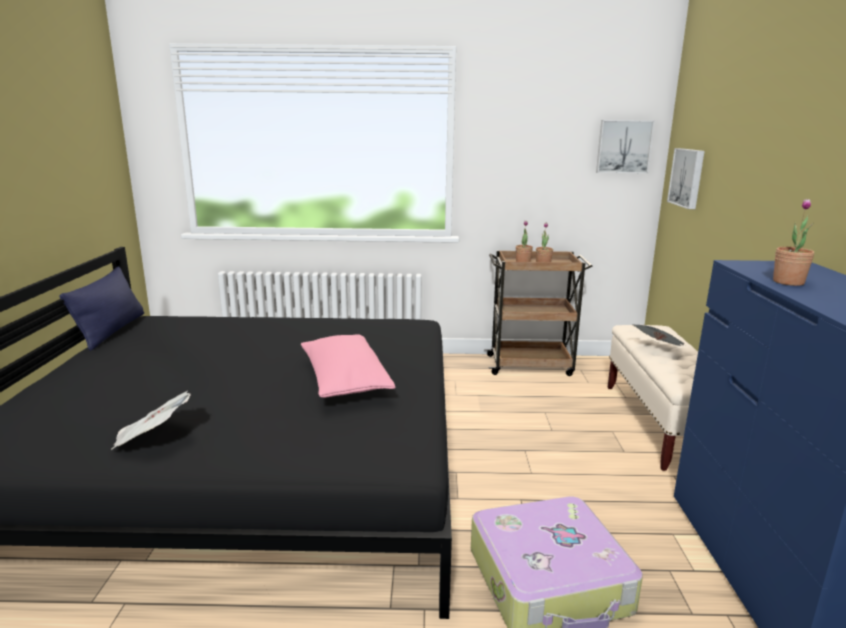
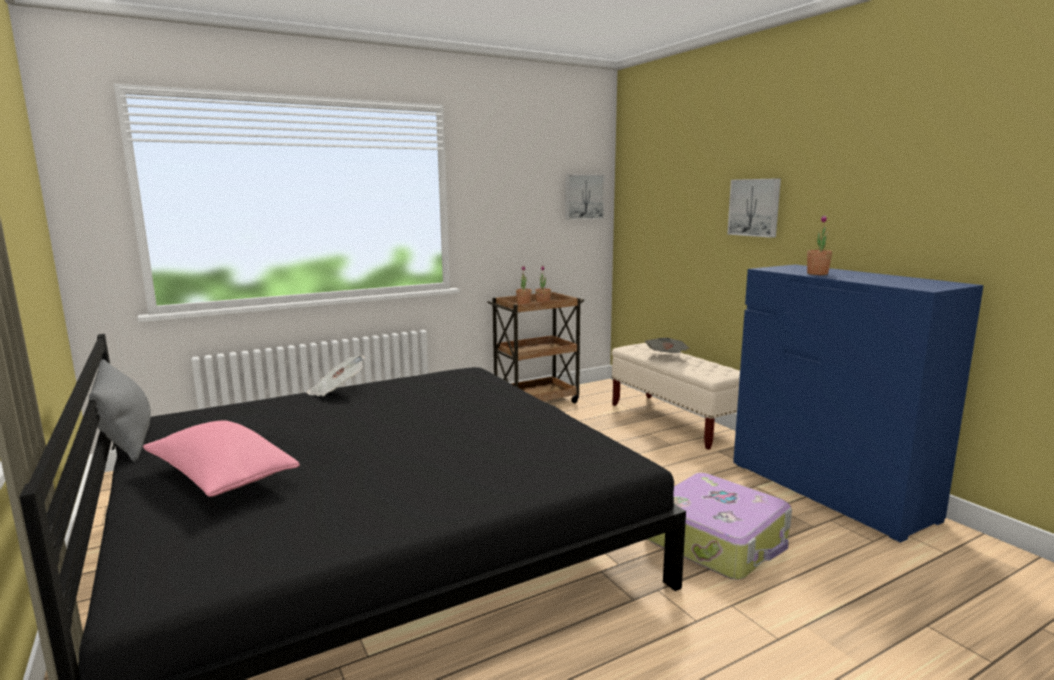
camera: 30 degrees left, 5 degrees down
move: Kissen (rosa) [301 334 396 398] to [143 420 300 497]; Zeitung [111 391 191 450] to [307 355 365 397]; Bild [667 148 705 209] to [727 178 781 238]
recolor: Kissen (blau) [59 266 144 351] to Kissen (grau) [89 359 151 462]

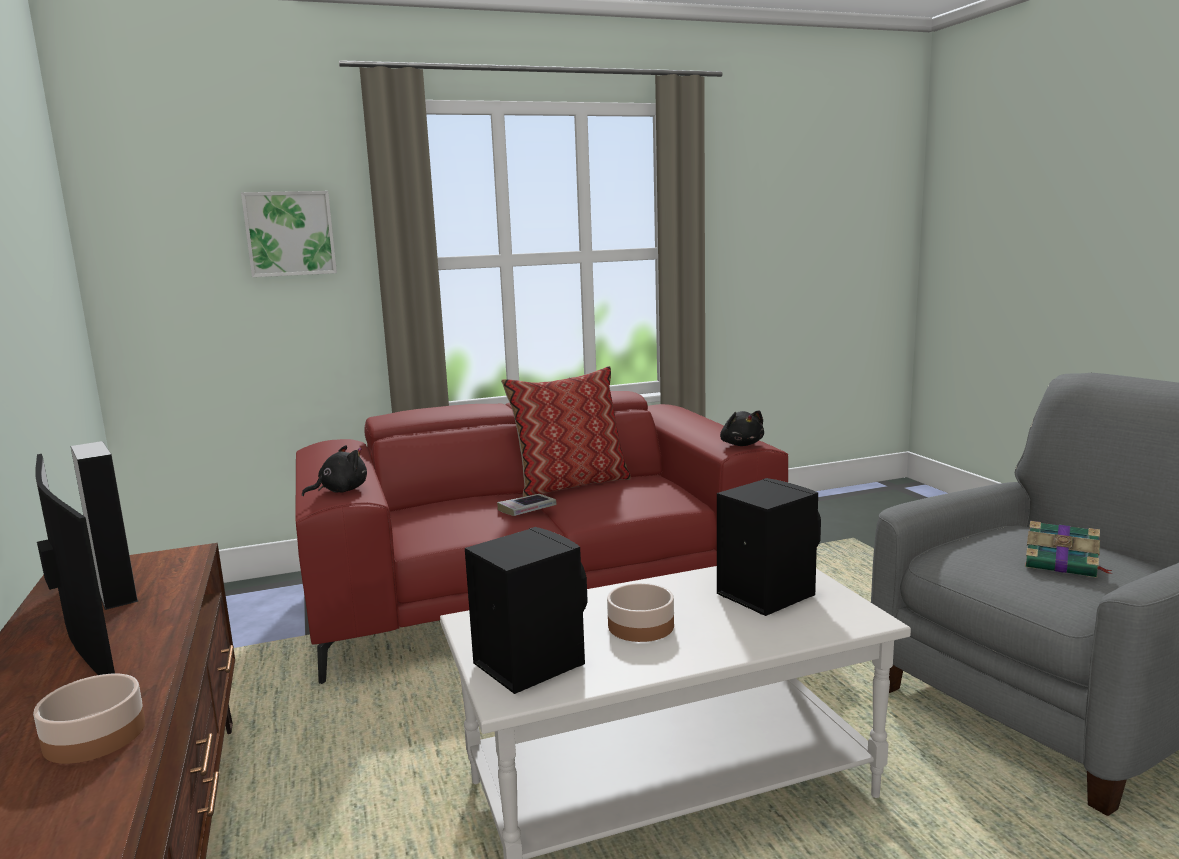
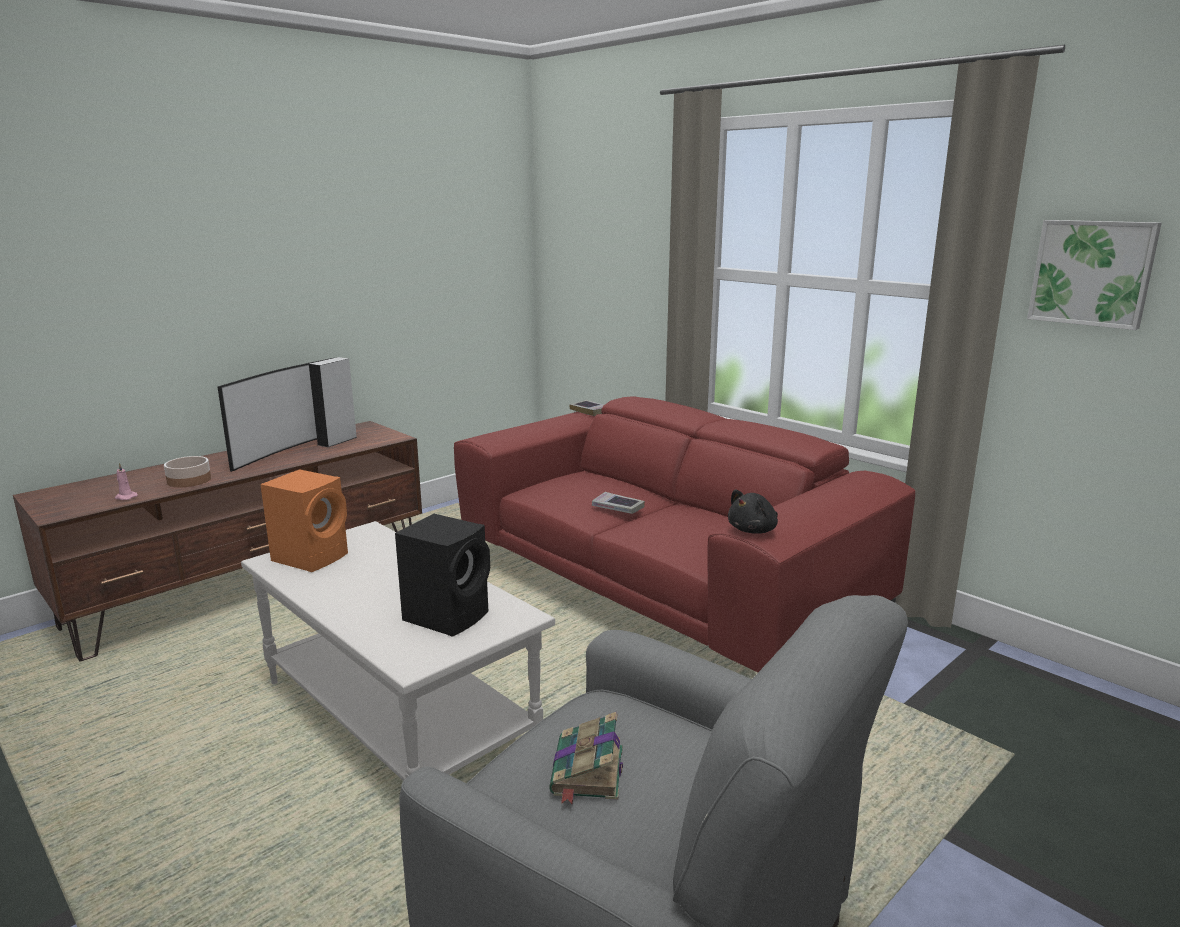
camera: 65 degrees right, 5 degrees up
delete: Plüschtier (schwarz) [302 445 367 496]; Kissen [501 366 631 497]; Schüssel [607 583 674 642]
insert: Kerze (rosa) [115 463 138 500]; Buch [569 400 604 416]
move: Bild [241 191 337 277] to [1027 220 1162 330]
recolor: Lautsprecher (schwarz) [465 527 588 694] to Lautsprecher (orange) [260 469 348 572]

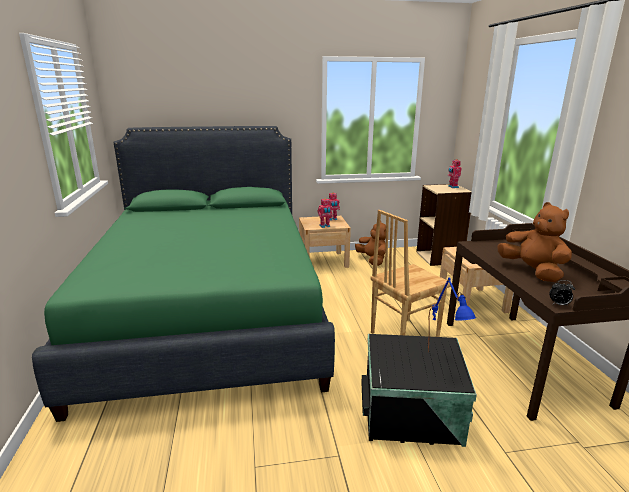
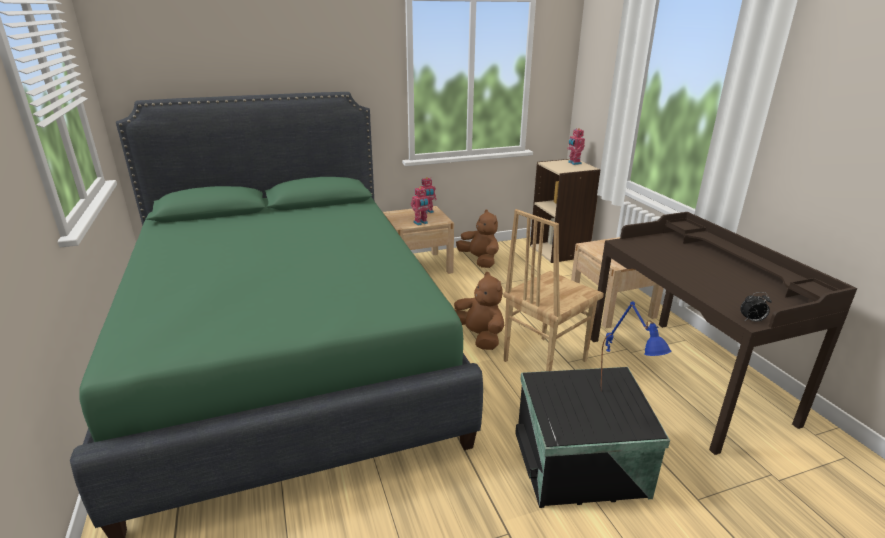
camera: 10 degrees left, 5 degrees up
move: Plüschtier (braun) [497 202 572 282] to [454 272 504 350]

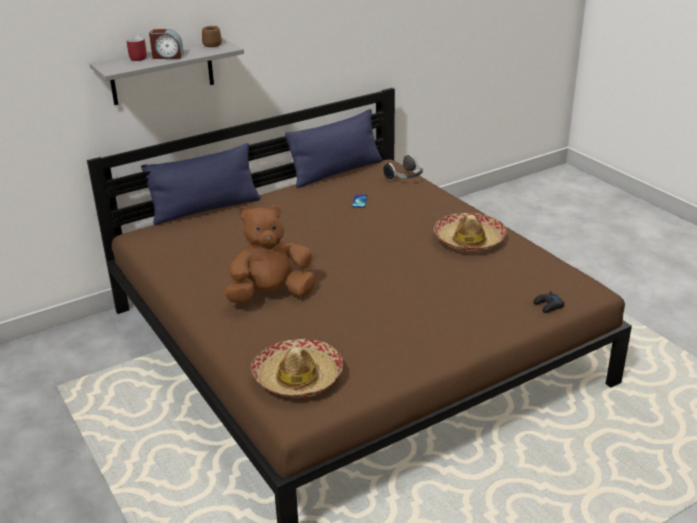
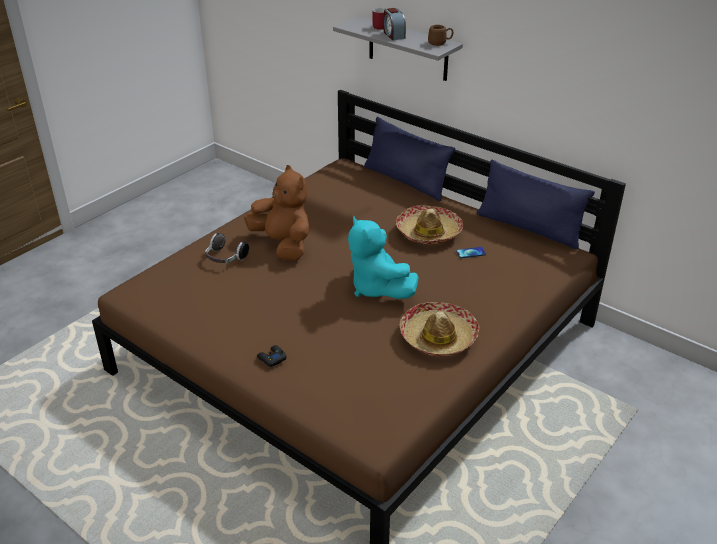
camera: 70 degrees right, 5 degrees up
insert: Plüschtier (türkis) [348 216 419 299]
move: Kopfhörer [383 155 423 180] to [205 233 249 263]; Gamepad (schwarz) [534 291 565 313] to [257 345 287 367]; Hut [251 339 343 398] to [396 205 463 244]

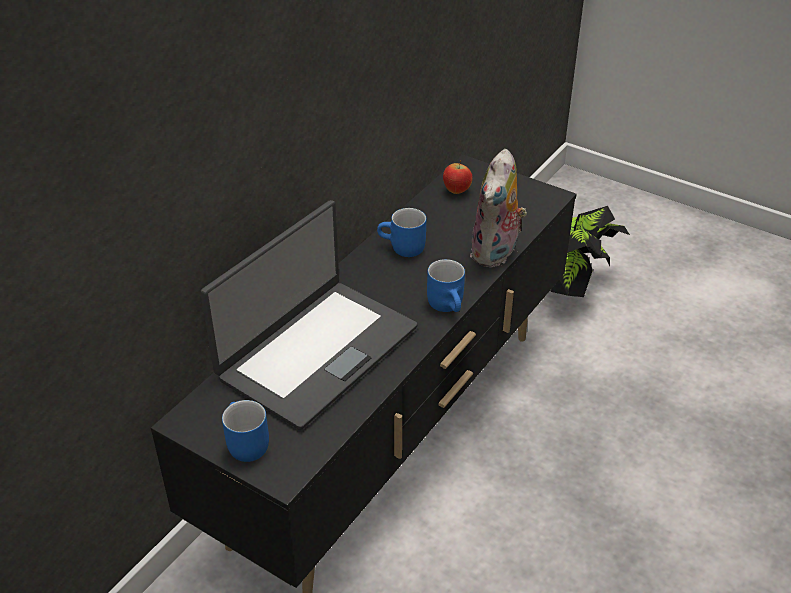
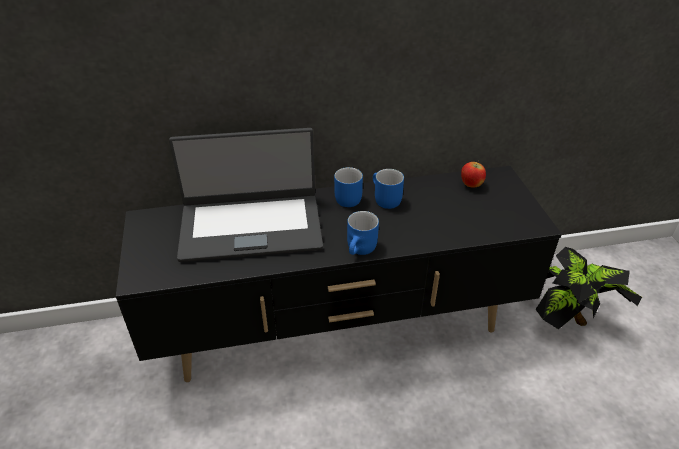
camera: 45 degrees right, 0 degrees up
delete: Plüschtier [470 149 527 268]
move: Henkelbecher (blau) [222 400 269 462] to [334 167 363 207]

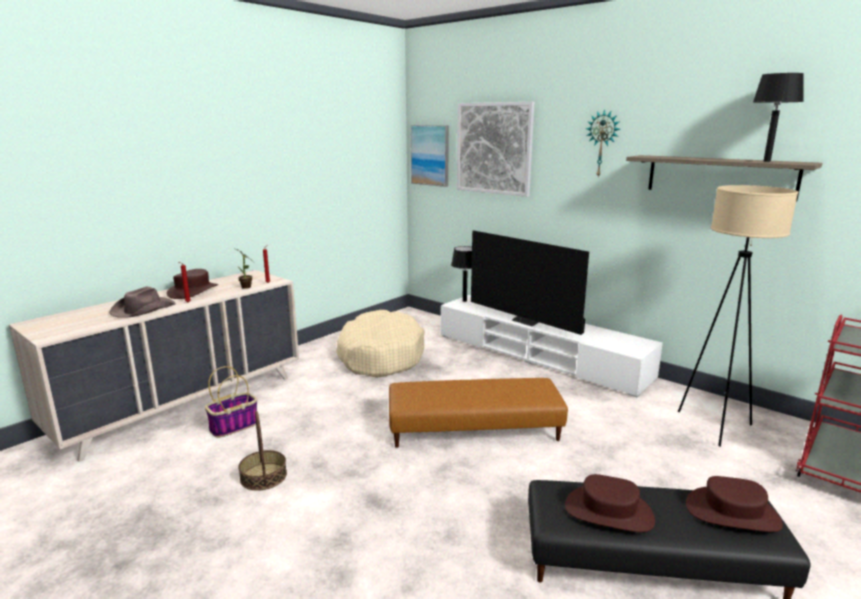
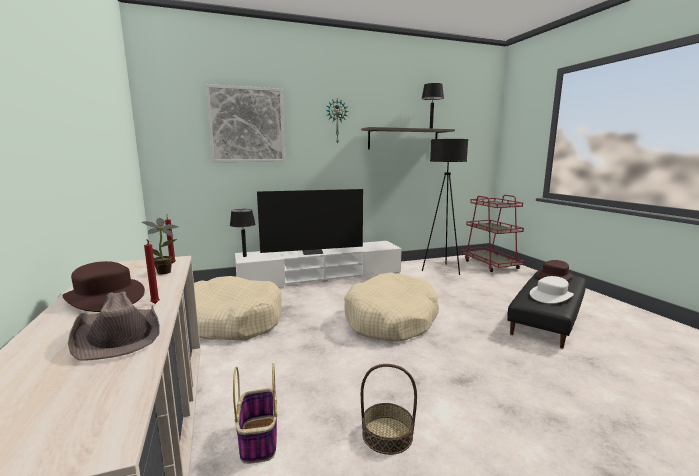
camera: 60 degrees left, 5 degrees down
delete: Bild [410 125 449 187]
replace: Polsterhocker (braun) [389 378 568 448] to Hundebett (beige) [344 272 439 342]
recolor: Stehlampe (beige) [678 185 798 447] to Stehlampe (schwarz) [422 139 468 275]; Hut (braun) [565 474 655 532] to Hut (weiß) [530 276 574 304]

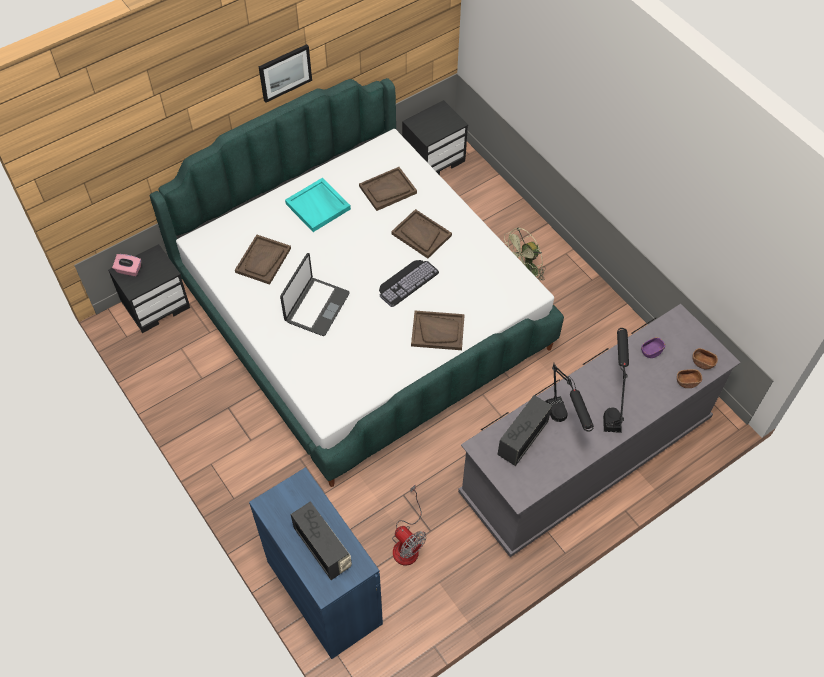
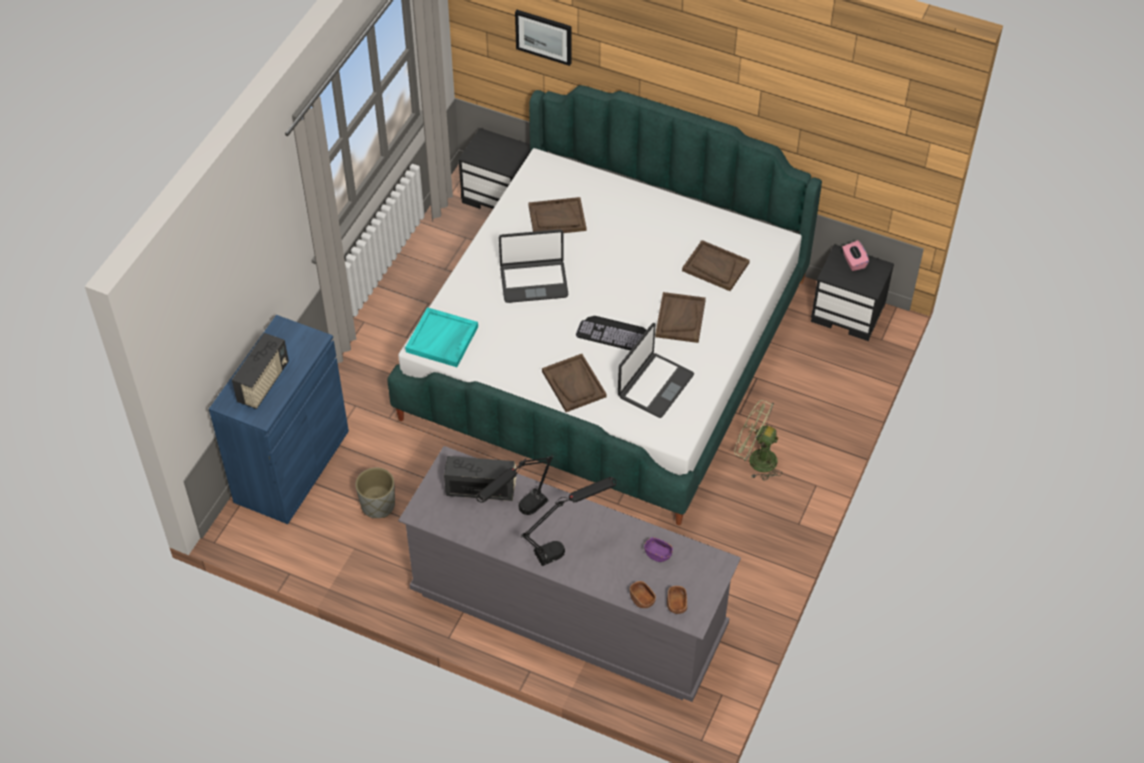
camera: 60 degrees right, 5 degrees down
insert: Laptop [618 323 694 418]
move: Tablett (türkis) [285 178 351 232] to [405 307 478 367]; Bild [259 44 312 103] to [515 10 572 66]; Taschentuchbox (rosa) [112 254 141 276] to [842 240 869 271]
replace: Ventilator [392 484 426 566] to Pflanzkübel (grau) [355 468 395 518]

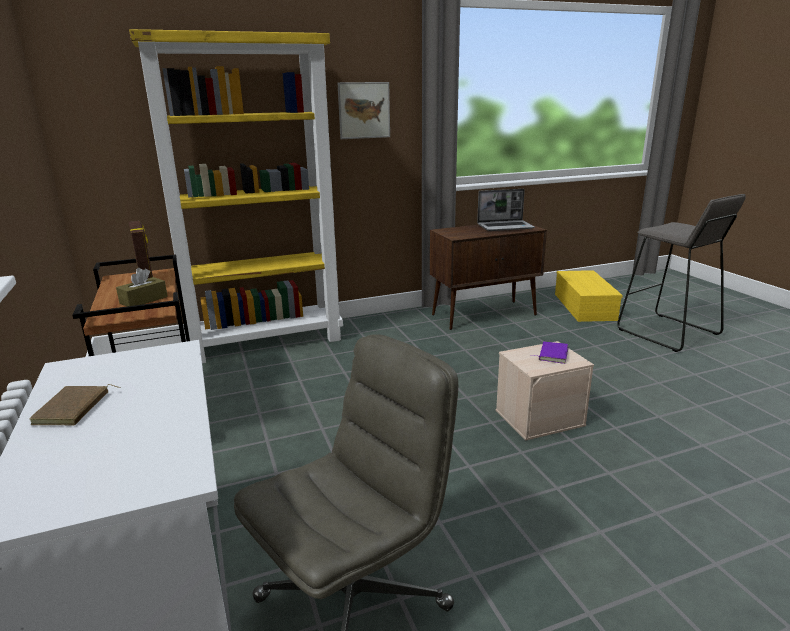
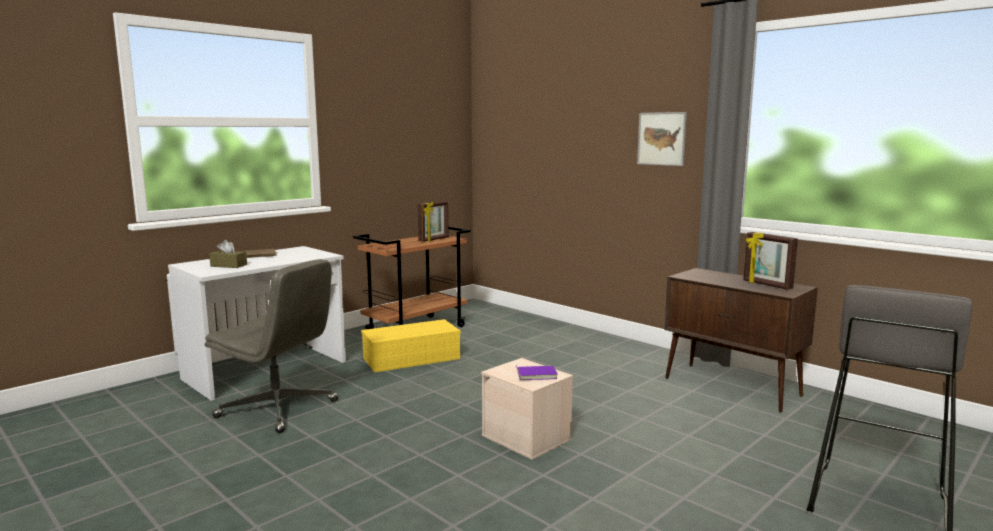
camera: 65 degrees right, 10 degrees down
delete: Bücherregal (gelb) [129 29 343 363]
move: Taschentuchbox (braun) [116 268 168 307] to [209 240 247 268]; Aufbewahrungsbox (gelb) [555 270 623 322] to [361 319 461 372]
replace: Laptop [477 189 535 231] to Bilderrahmen [743 232 798 290]

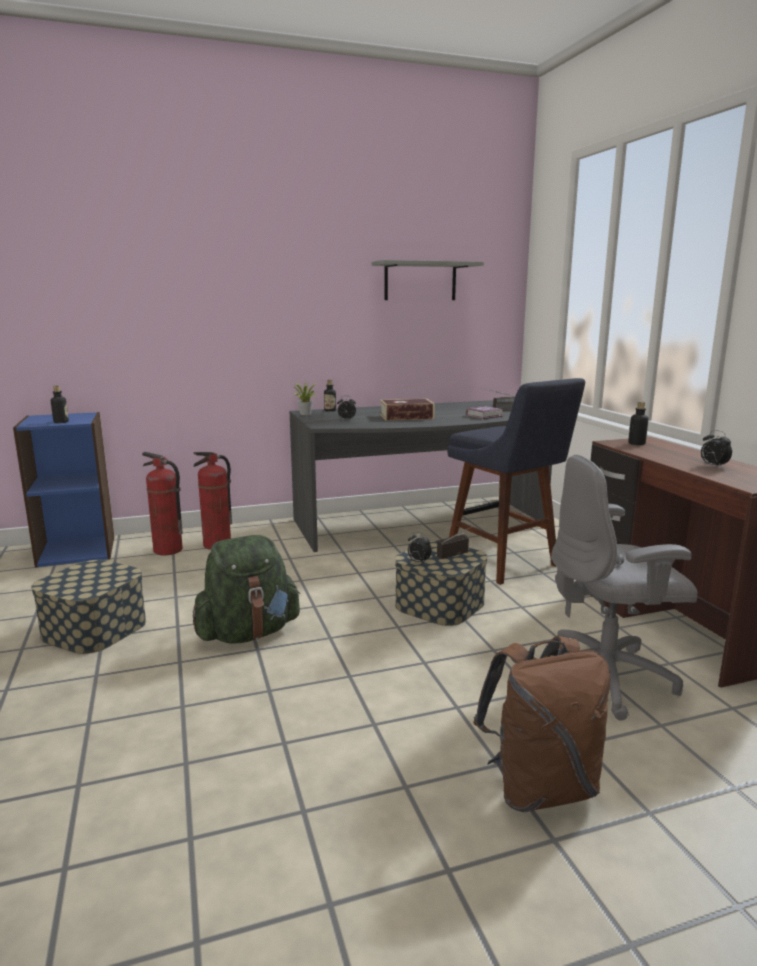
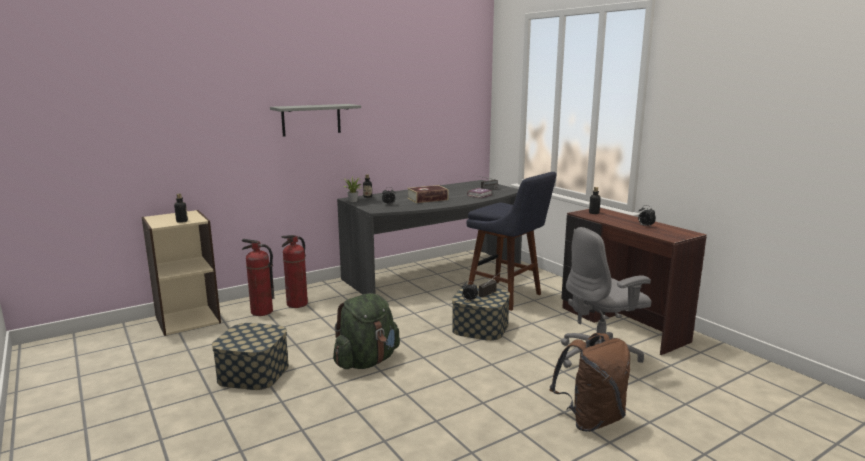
camera: 15 degrees left, 0 degrees up
move: Wandregal (grau) [372 260 484 300] to [270 104 361 137]
recolor: Bücherregal (blau) [13 412 114 567] to Bücherregal (beige) [142 210 221 336]

